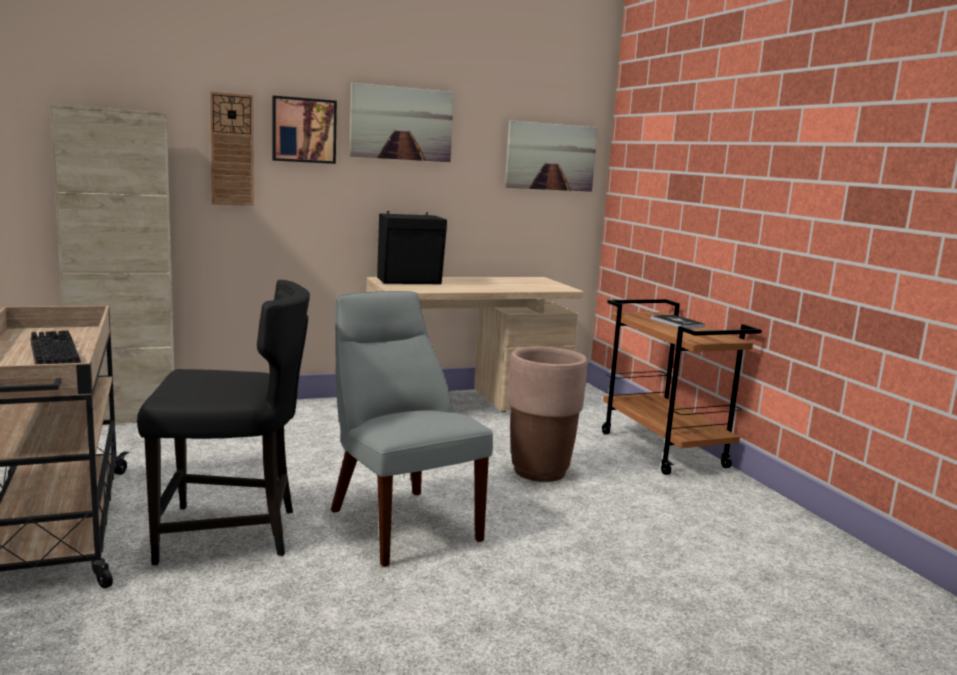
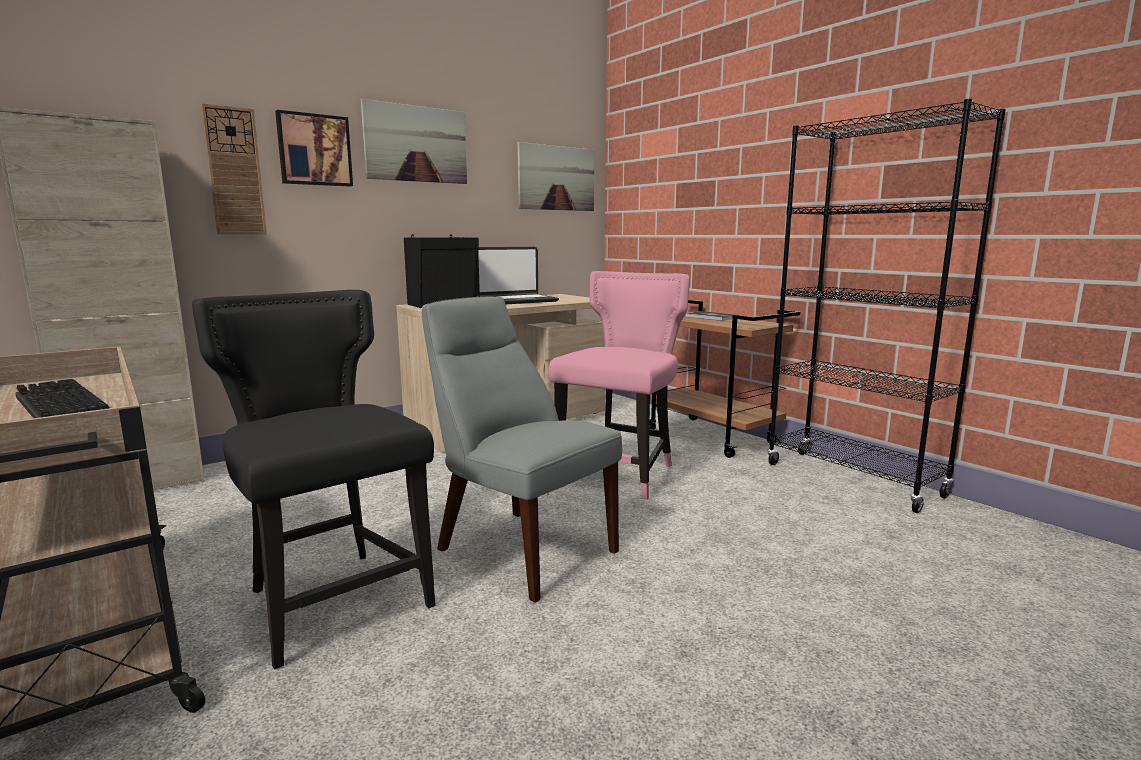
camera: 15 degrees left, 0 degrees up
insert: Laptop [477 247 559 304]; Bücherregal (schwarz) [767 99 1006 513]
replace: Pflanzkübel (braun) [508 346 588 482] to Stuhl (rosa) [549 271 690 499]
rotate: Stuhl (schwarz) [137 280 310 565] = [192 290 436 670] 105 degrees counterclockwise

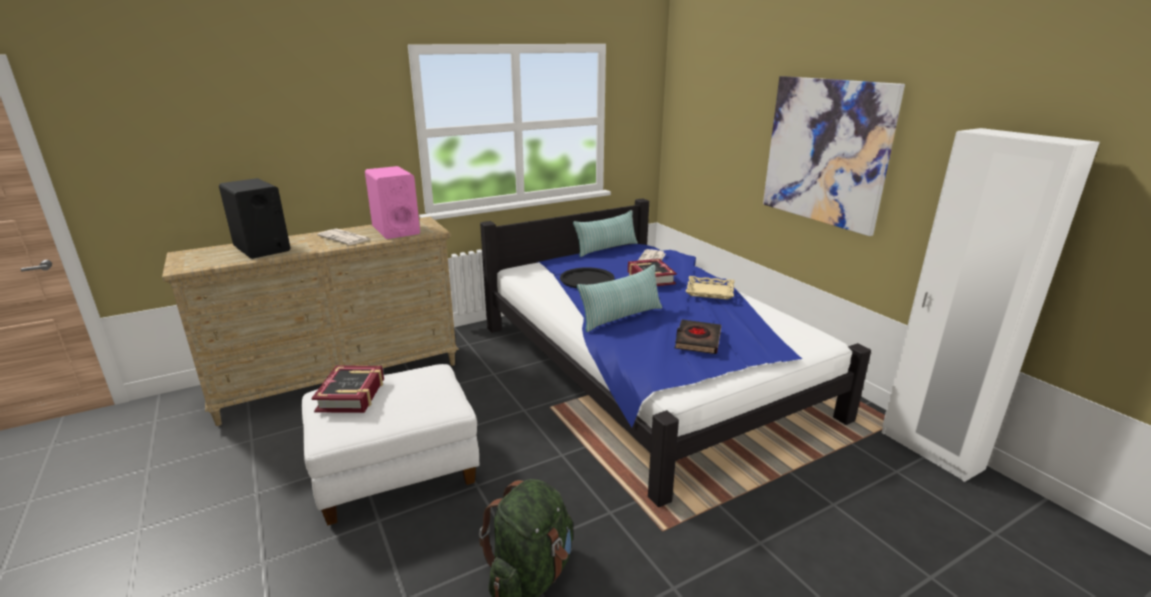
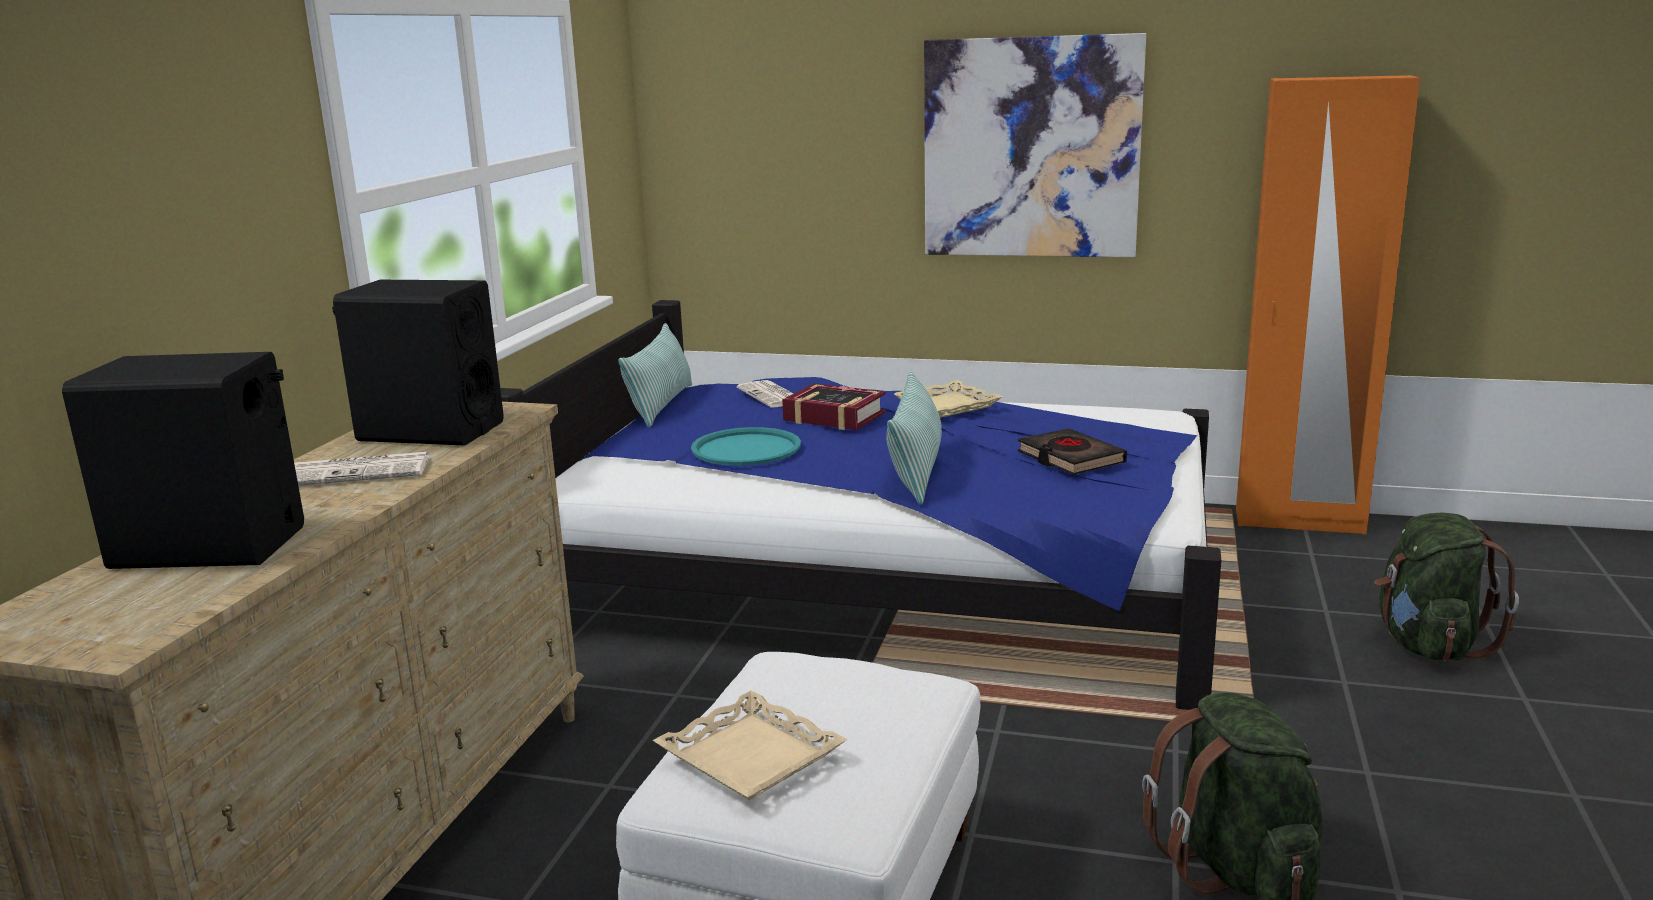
camera: 45 degrees left, 5 degrees down
insert: Rucksack (grün) [1374 512 1519 661]
replace: Buch [311 365 384 413] to Tablett (beige) [653 691 847 800]
recolor: Lautsprecher (rosa) [365 166 420 239] to Lautsprecher (schwarz) [332 280 504 446]; Tablett (schwarz) [560 267 614 288] to Tablett (türkis) [691 427 801 466]; Kleiderschrank (weiß) [882 128 1100 482] to Kleiderschrank (orange) [1236 75 1420 534]

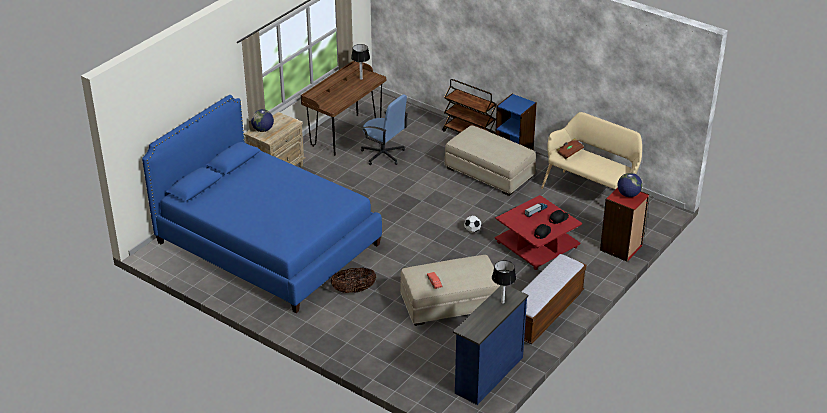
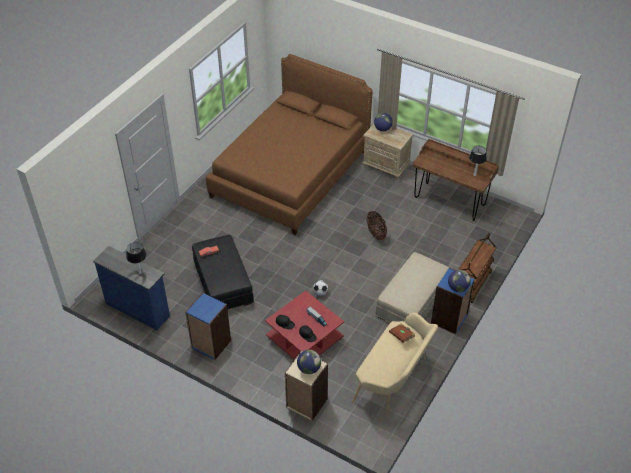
camera: 85 degrees right, 10 degrees up
delete: Bürostuhl (blau) [361 94 408 165]
insert: Globus [448 270 471 292]
move: Korb [331 267 376 293] to [366 211 387 240]
replace: Bank [521 254 586 344] to Bücherregal (blau) [185 293 231 360]
recolor: Polsterhocker (beige) [400 255 501 326] to Polsterhocker (schwarz) [192 235 254 309]; Bett (blau) [142 95 382 313] to Bett (braun) [206 54 373 235]; Bücherregal (rot) [600 188 649 262] to Bücherregal (beige) [285 351 328 421]

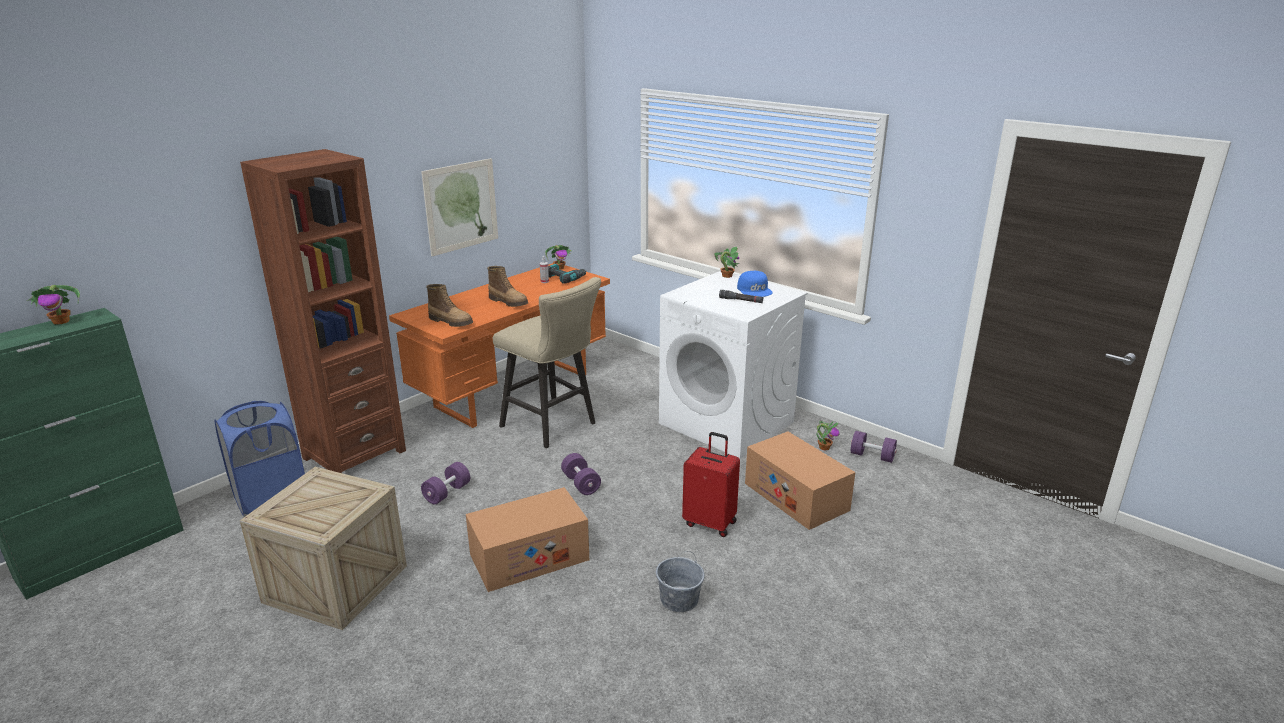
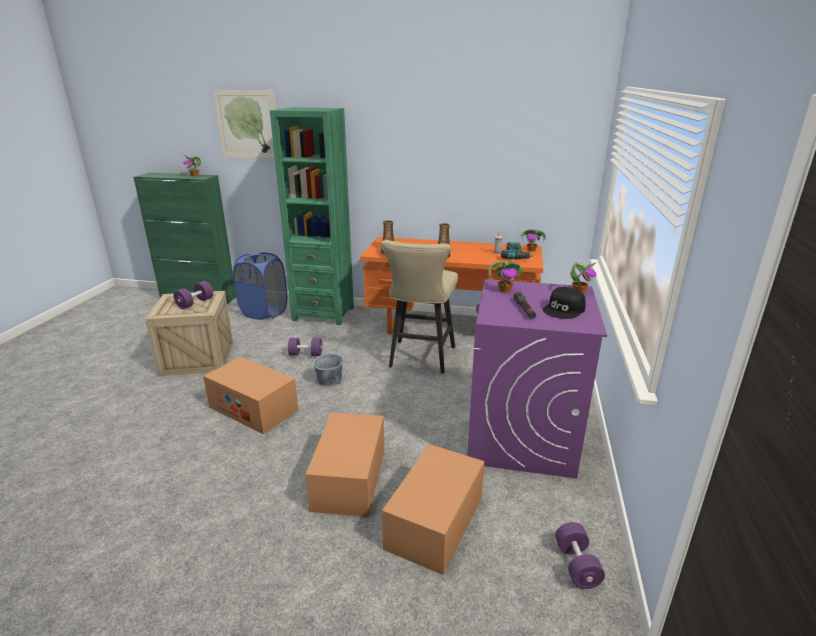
camera: 60 degrees right, 0 degrees up
move: Hantel (lila) [561 453 601 495] to [173 281 213 309]; Bild [421 158 498 256] to [214 90 276 159]; Eimer (grau) [656 551 704 612] to [313 347 344 386]; Topfpflanze [816 420 840 450] to [489 261 524 293]
replace: Koffer (rot) [682 432 740 537] to Karton [305 412 384 517]
recolor: Bücherregal (braun) [240 149 406 473] to Bücherregal (grün) [270 107 354 325]; Waschmaschine (weiß) [659 271 807 459] to Waschmaschine (lila) [467 279 607 479]; Kappe (blau) [737 271 773 297] to Kappe (schwarz) [543 287 586 319]

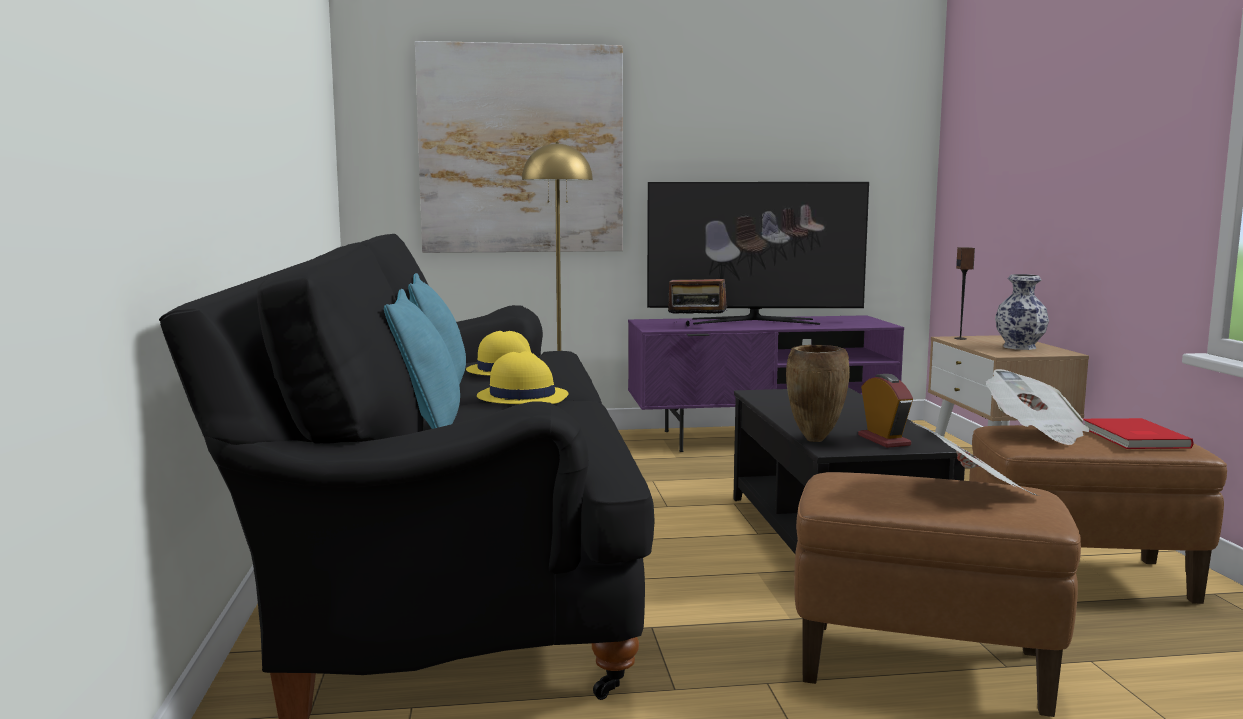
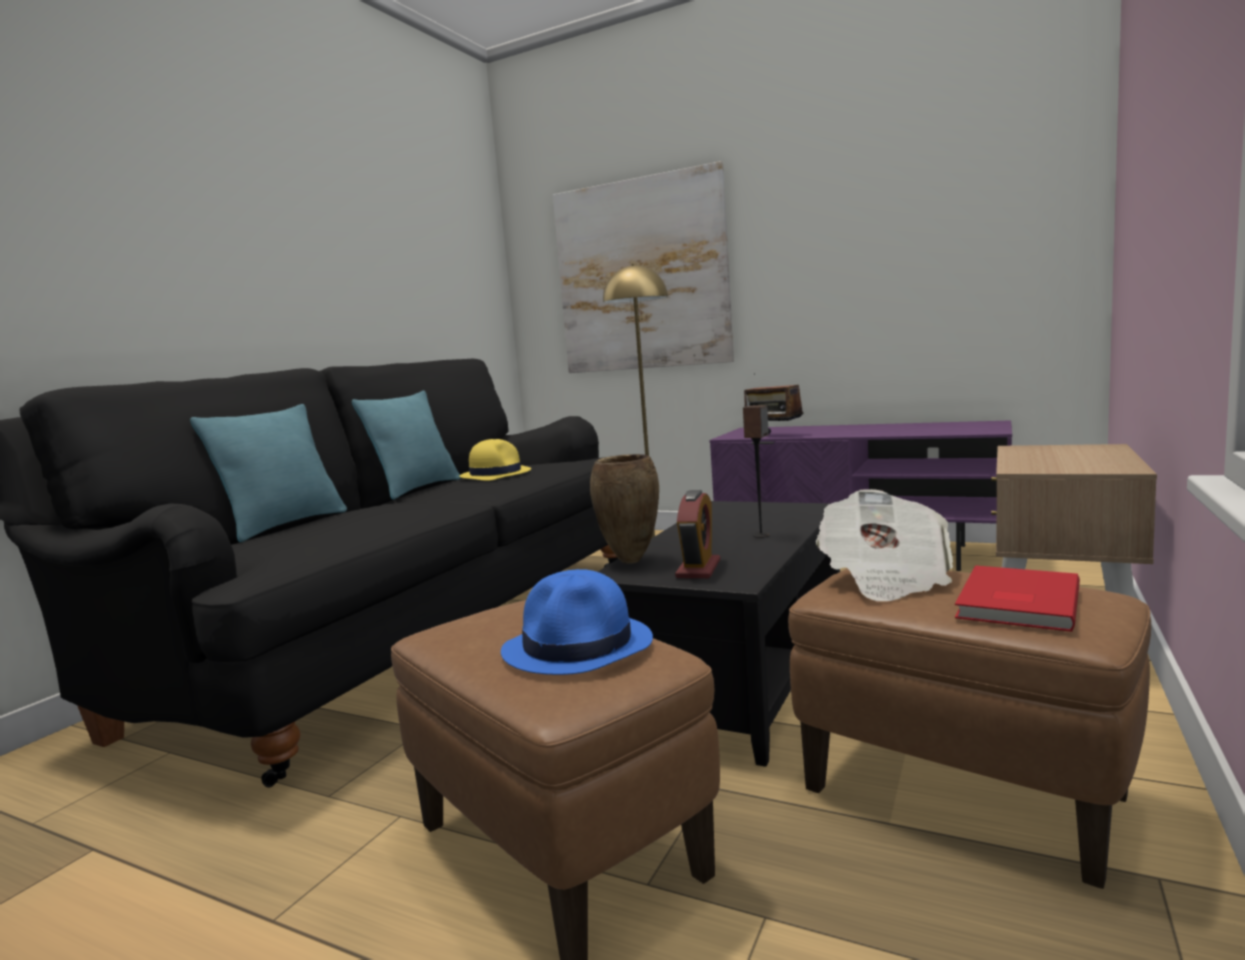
camera: 35 degrees right, 0 degrees up
delete: Hut (gelb) [477 351 568 404]; Fernseher [647 182 869 325]; Vase [995 274 1049 350]
move: Lautsprecher [954 247 975 340] to [743 405 770 538]
replace: Zeitung [914 423 1040 496] to Hut (blau) [501 569 653 675]

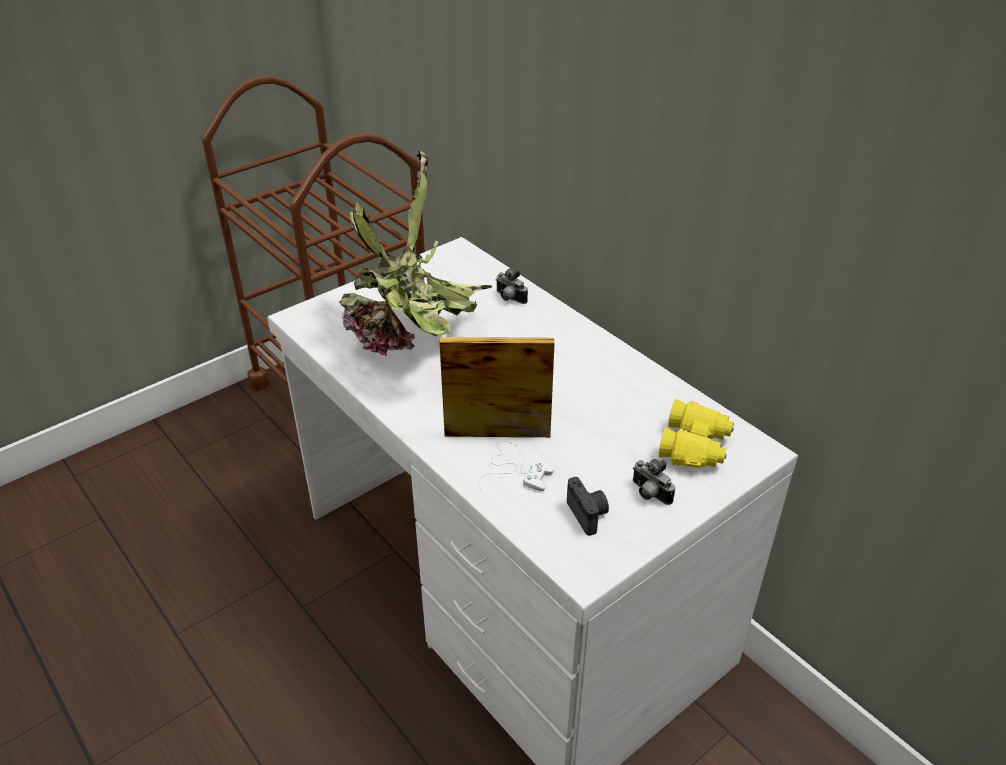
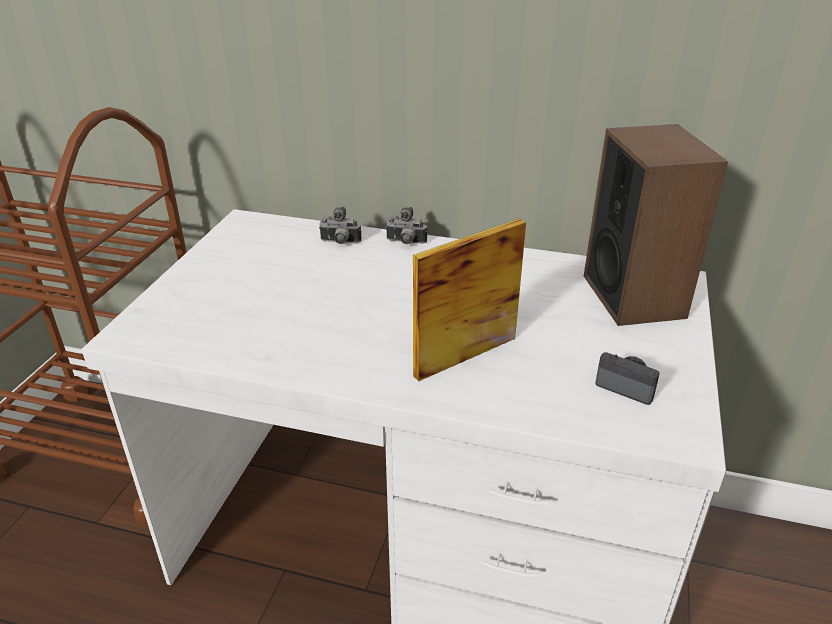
camera: 35 degrees left, 5 degrees down
delete: Topfpflanze [339 150 492 356]; Gamepad (weiß) [479 441 554 491]
move: Kamera [633 459 675 505] to [385 207 427 244]
replace: Fernglas (gelb) [659 399 734 468] to Lautsprecher [584 124 728 326]

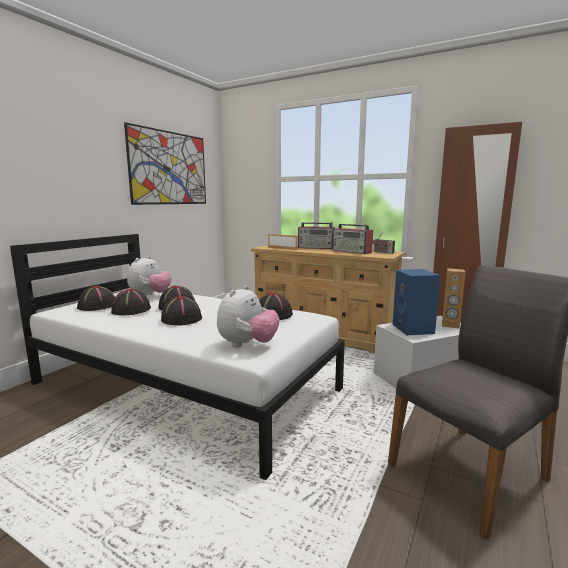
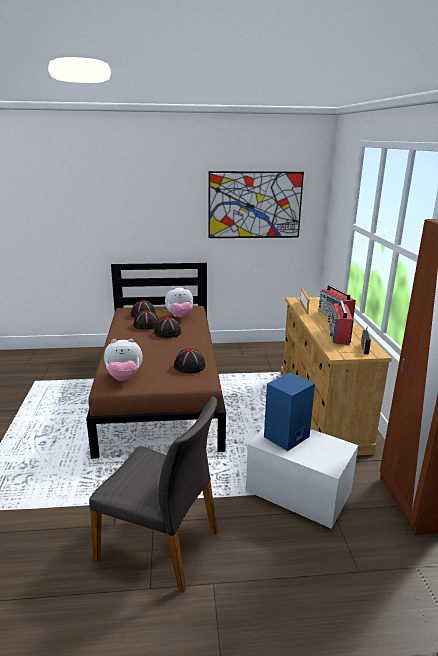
camera: 55 degrees right, 10 degrees up
delete: Hut (schwarz) [161 296 202 325]; Lautsprecher (braun) [442 268 465 329]
recolor: Bett (weiß) [10 234 345 480] to Bett (braun) [86 263 226 459]

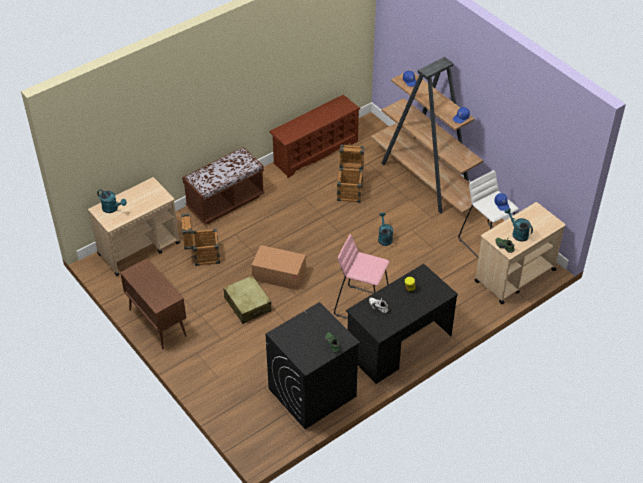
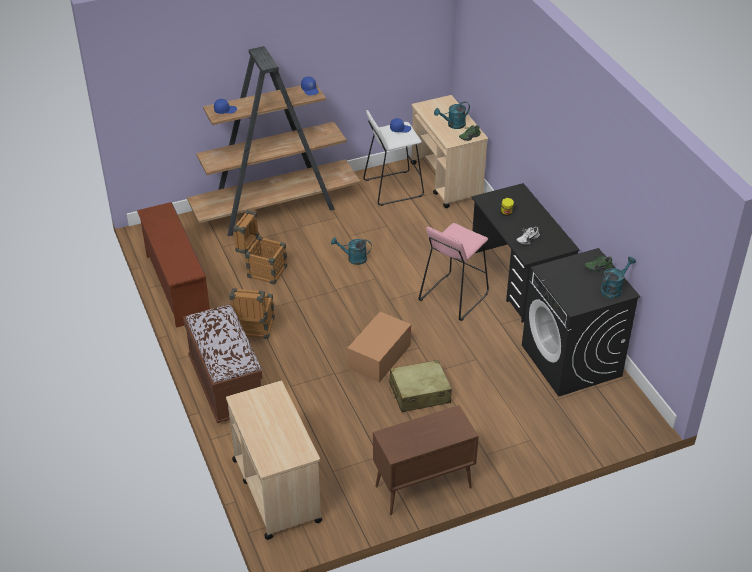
camera: 75 degrees left, 5 degrees down
move: Kiste [181 213 220 266] to [230 288 275 339]; Gießkanne (türkis) [97 189 127 213] to [600 256 636 299]

